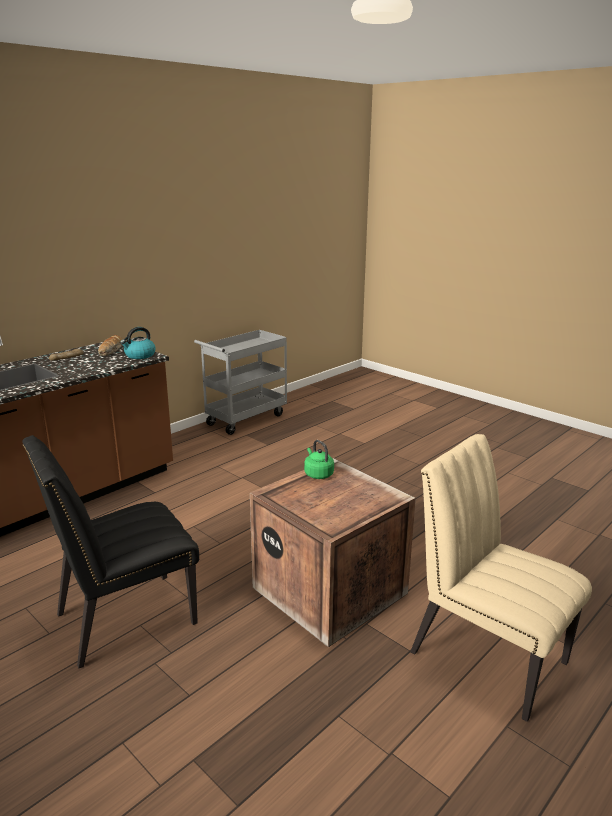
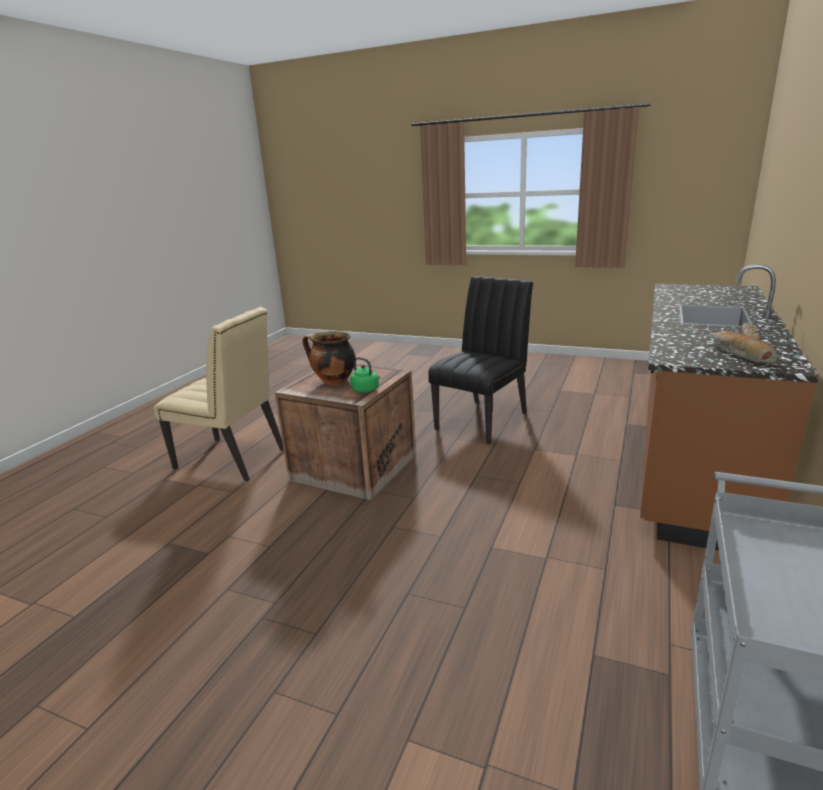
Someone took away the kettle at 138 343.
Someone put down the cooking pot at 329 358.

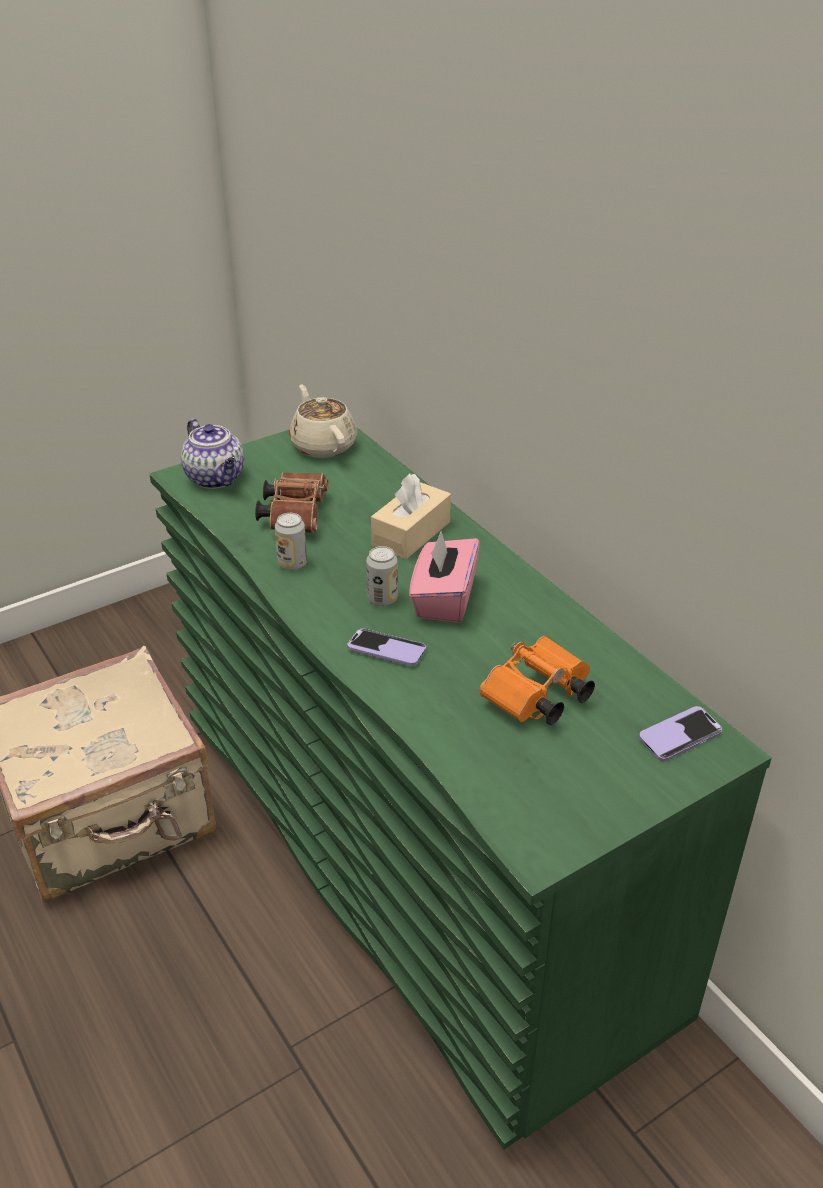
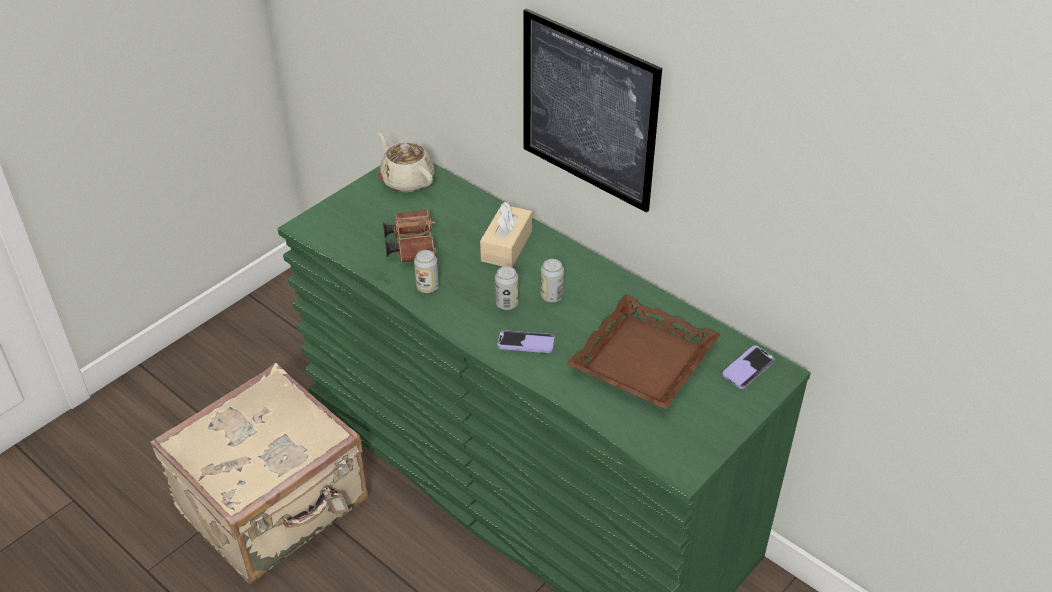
Someone took away the teapot at 212 454.
Someone swapped the pink tissue box at 444 577 for the can at 552 280.
Someone swapped the orange binoculars at 537 680 for the brown tray at 644 352.
Someone put up the picture at 592 110.

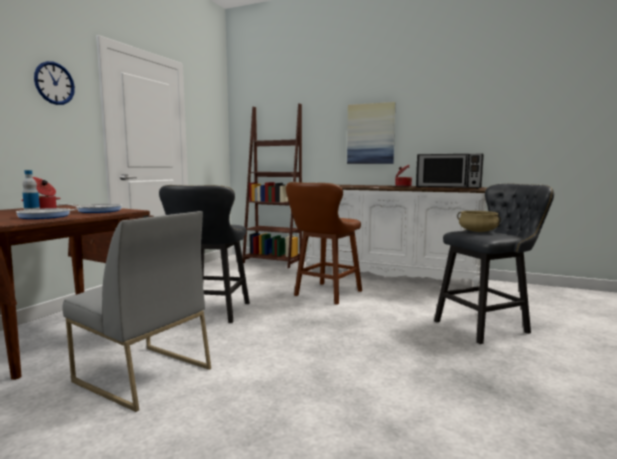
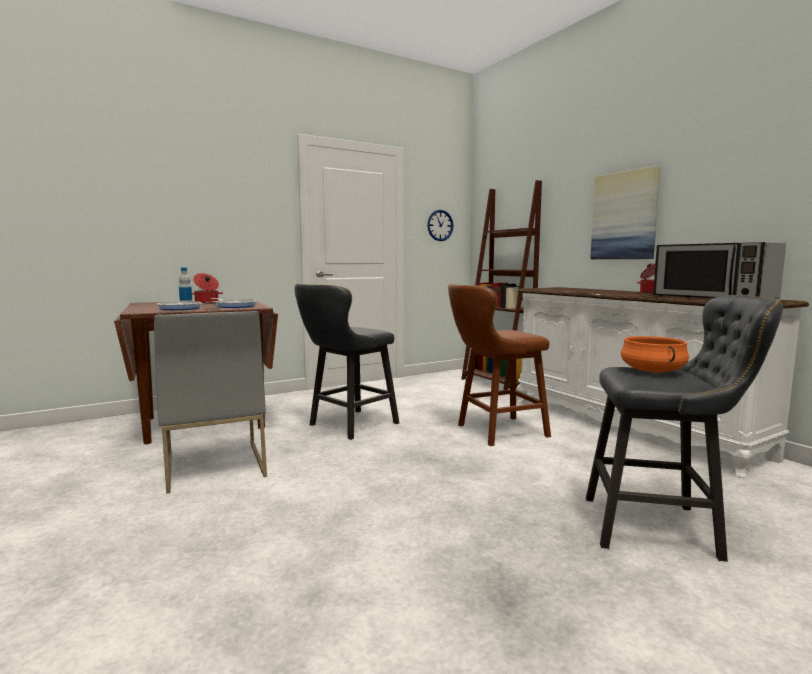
Someone carried the wall clock from 54 83 to 440 225.
Someone repainted the beige cooking pot at 479 221, which became the orange cooking pot at 655 354.

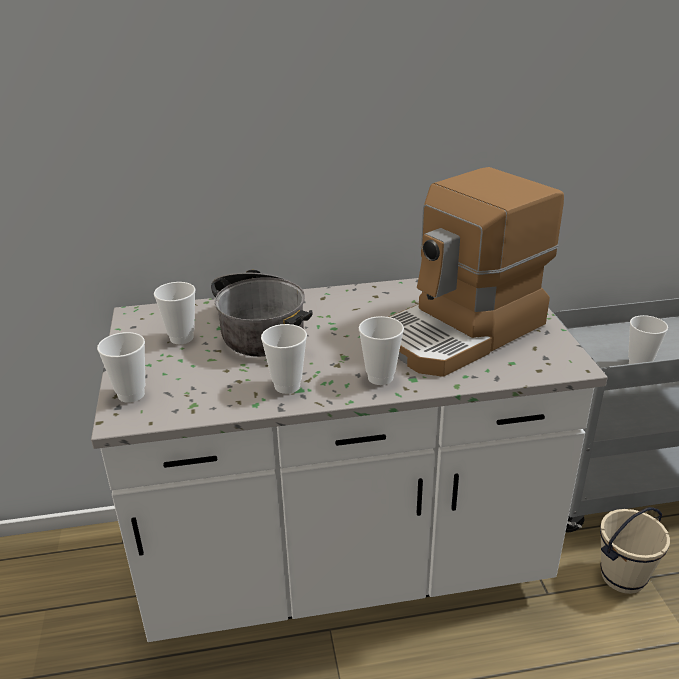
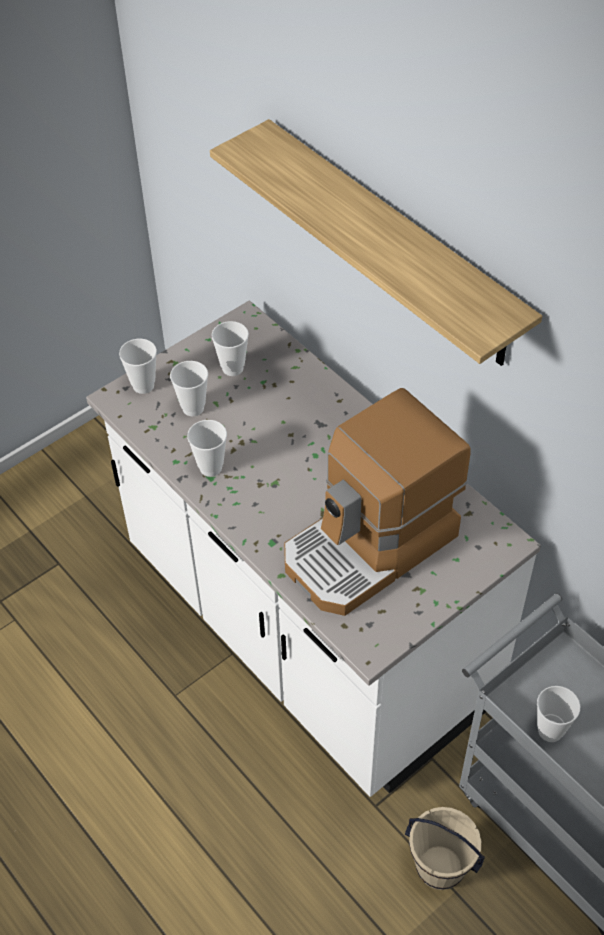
Someone rotated the coffee machine at 476 272 by 60 degrees counterclockwise.
Someone took away the cooking pot at 262 313.
Someone carried the cup from 381 350 to 189 388.
Someone put up the shelf at 376 242.

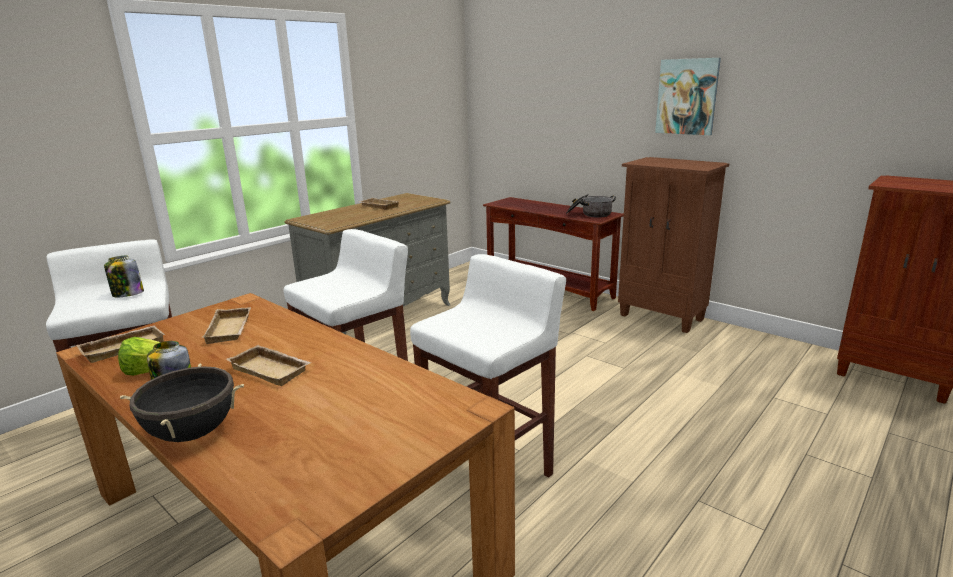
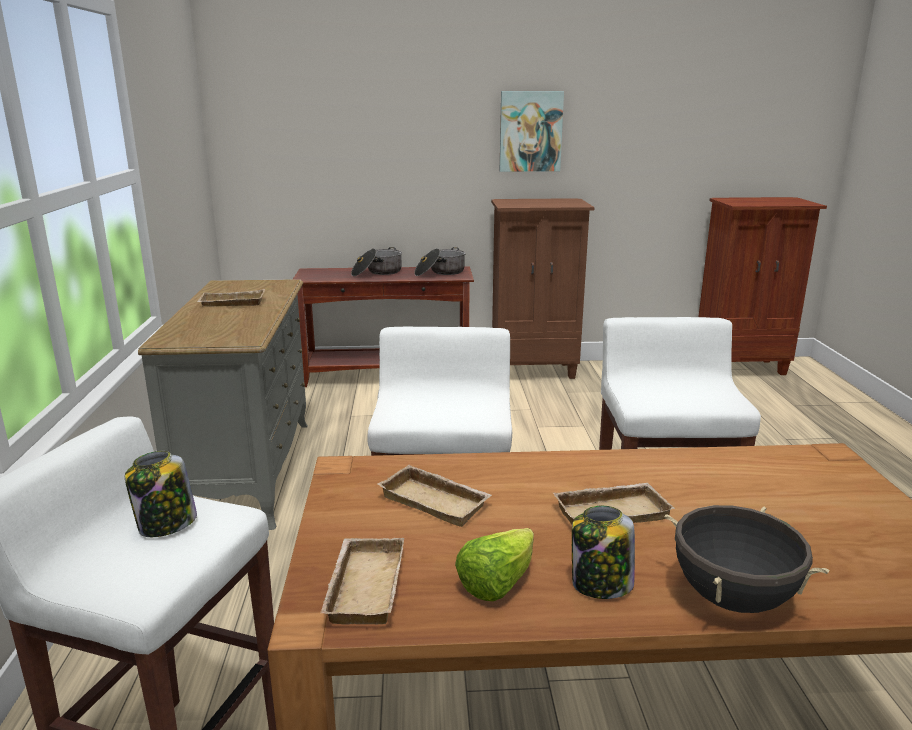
Someone put down the cooking pot at 376 261.

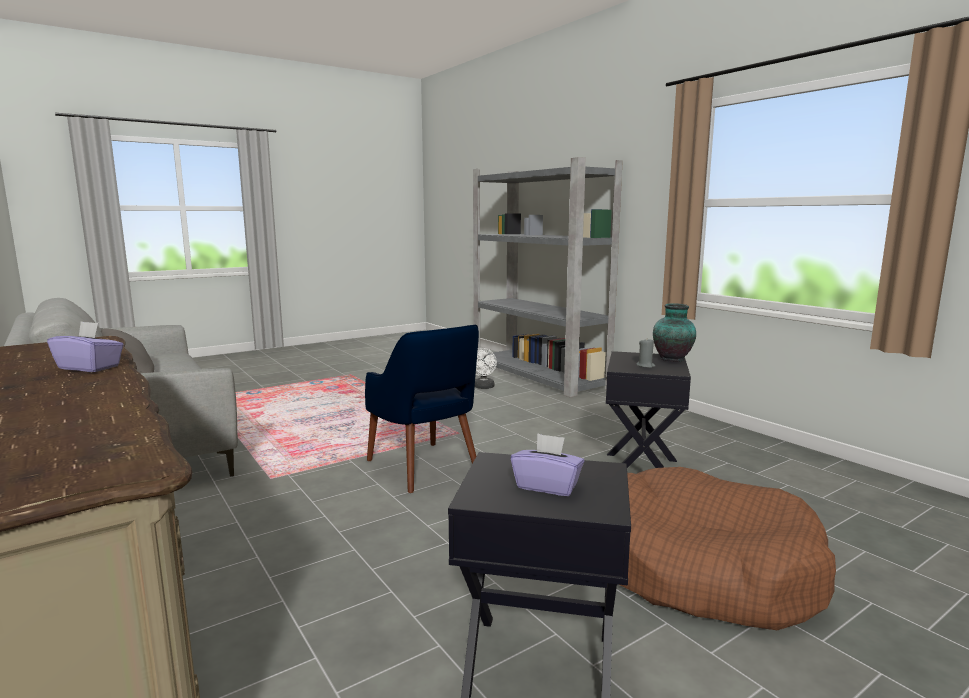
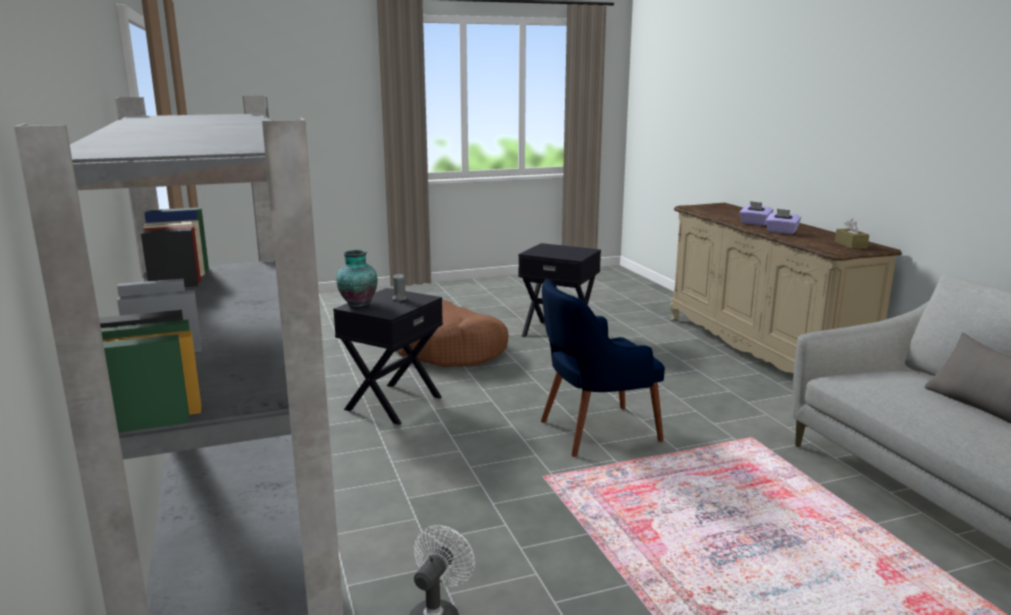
Someone rotated the blue armchair at 422 409 by 90 degrees counterclockwise.
Someone carried the purple tissue box from 547 464 to 756 213.
Someone put down the brown tissue box at 852 234.

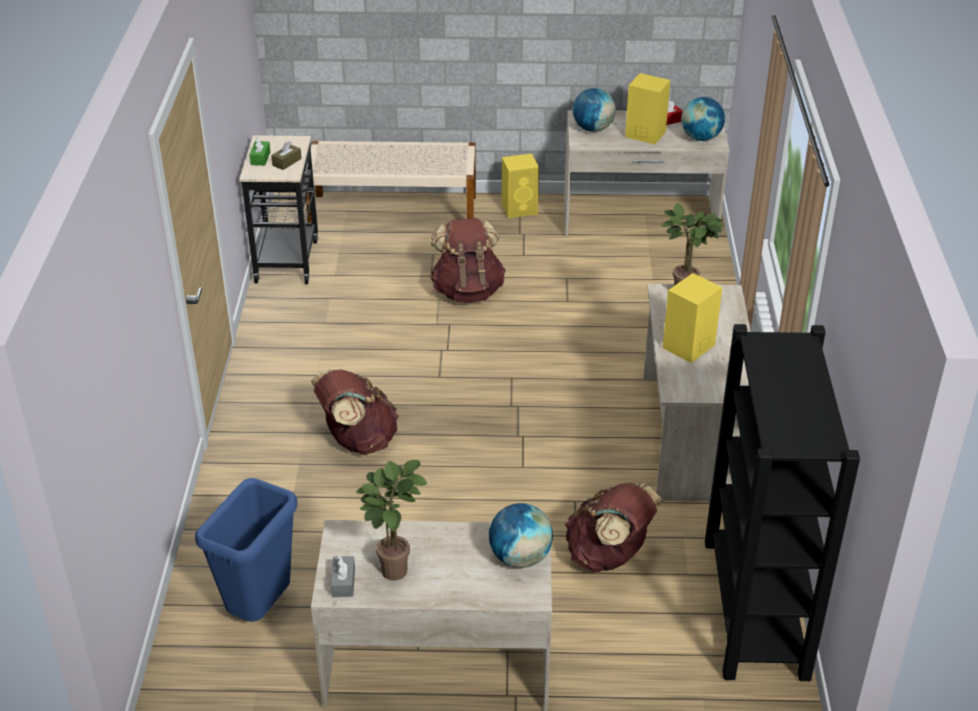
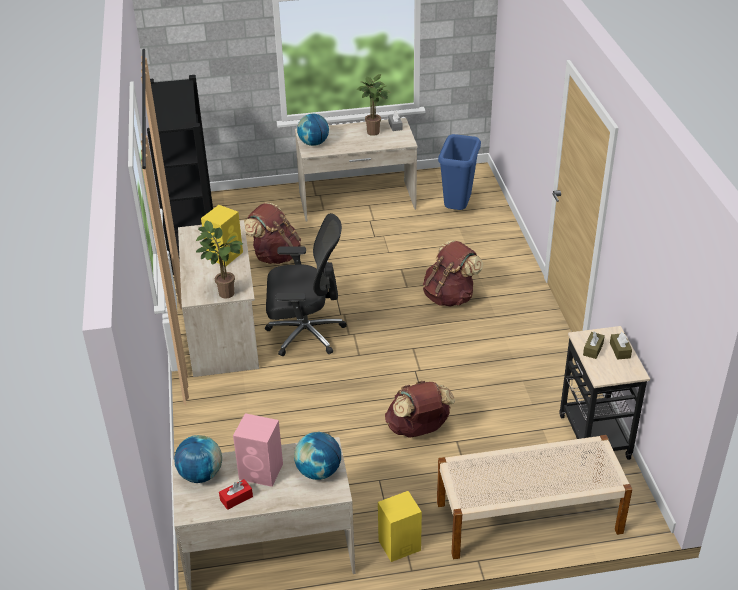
Someone repainted the yellow speaker at 647 108, which became the pink speaker at 258 450.
Someone repainted the green tissue box at 260 152, which became the brown tissue box at 621 346.
Someone put down the office chair at 306 284.

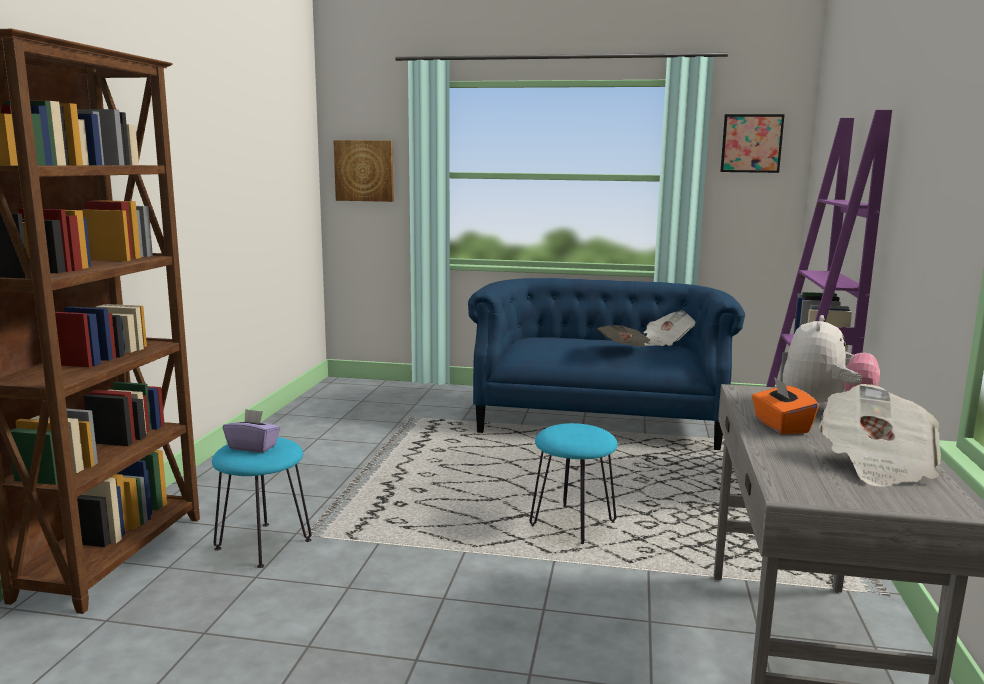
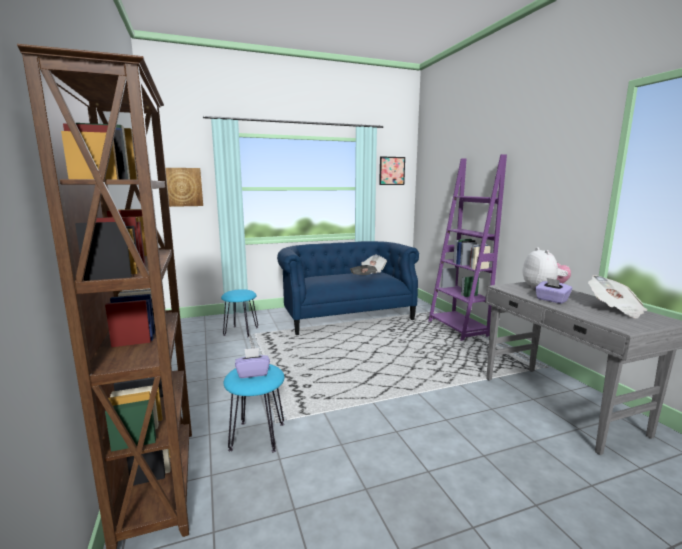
Someone repainted the orange tissue box at 785 405, which became the purple tissue box at 553 291.
Someone carried the turquoise stool from 573 483 to 239 313.

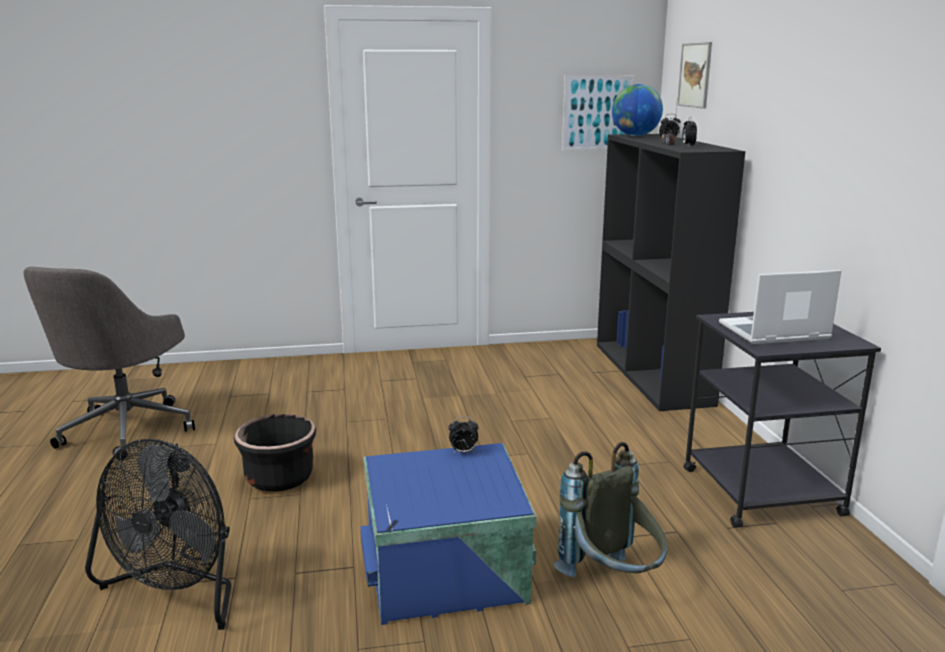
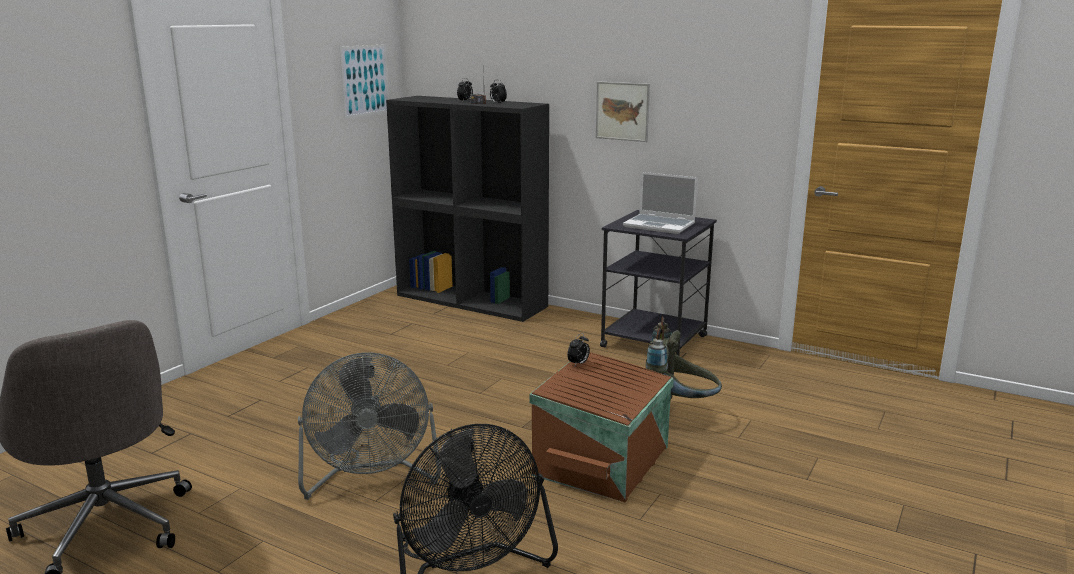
Someone carried the picture from 694 75 to 623 111.
Someone took away the globe at 637 110.
Someone rotated the laptop at 780 307 by 90 degrees counterclockwise.
Someone swapped the black planter at 275 452 for the grey fan at 369 426.
Someone repainted the blue storage box at 448 534, which became the brown storage box at 601 427.

